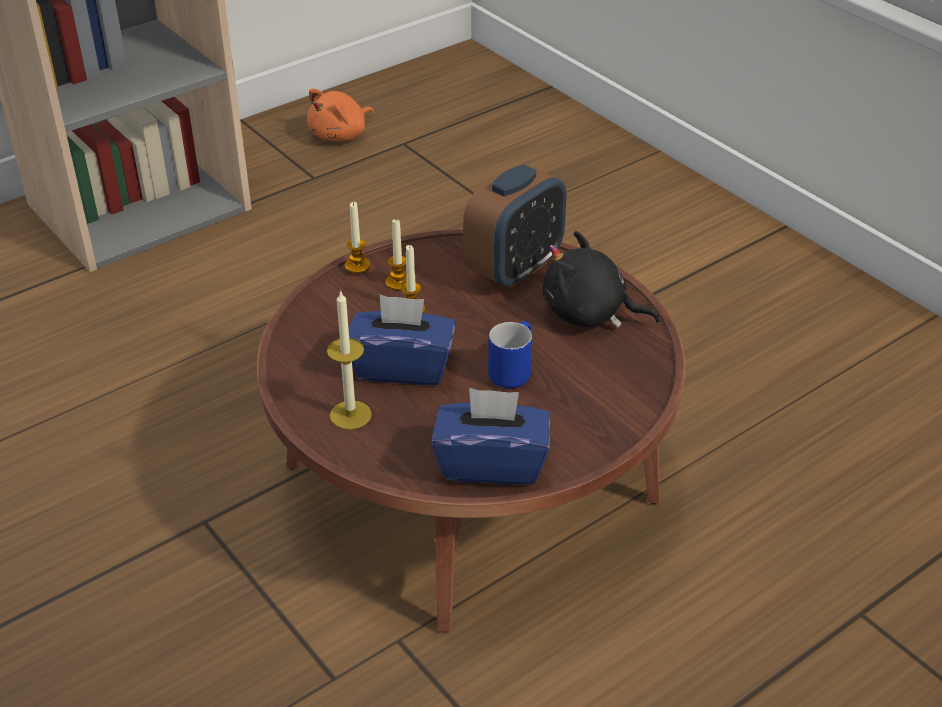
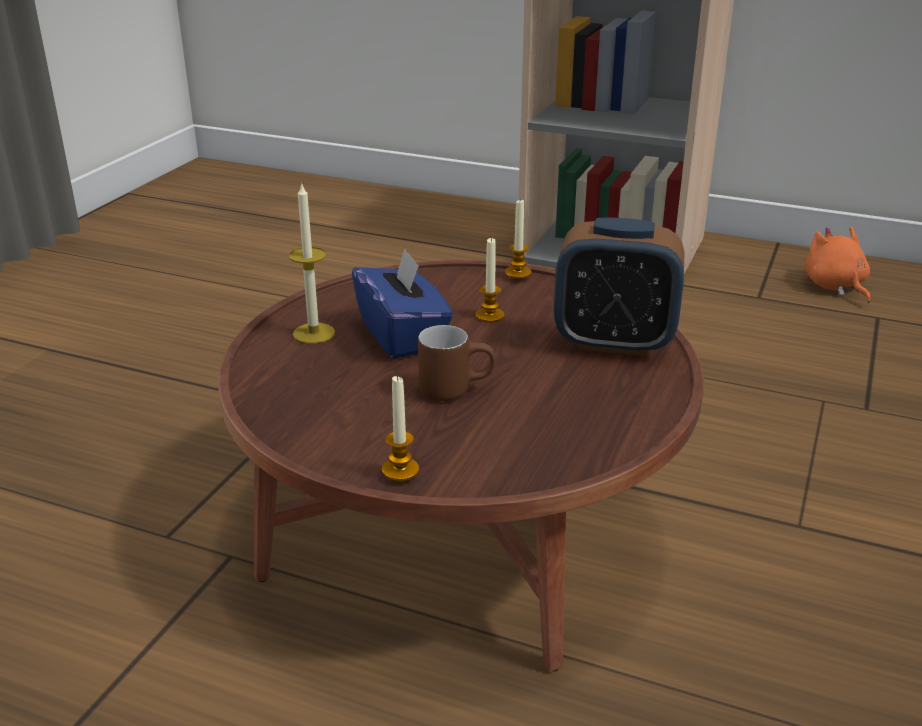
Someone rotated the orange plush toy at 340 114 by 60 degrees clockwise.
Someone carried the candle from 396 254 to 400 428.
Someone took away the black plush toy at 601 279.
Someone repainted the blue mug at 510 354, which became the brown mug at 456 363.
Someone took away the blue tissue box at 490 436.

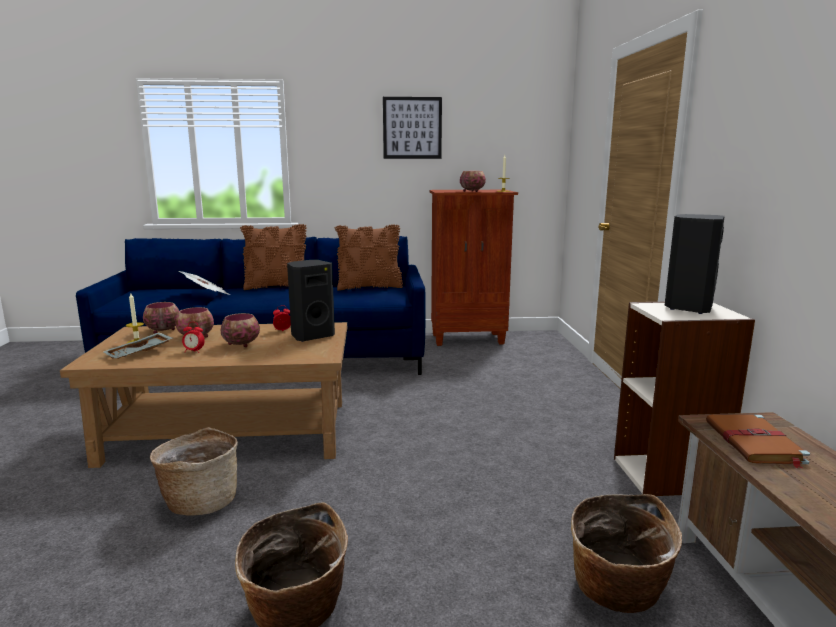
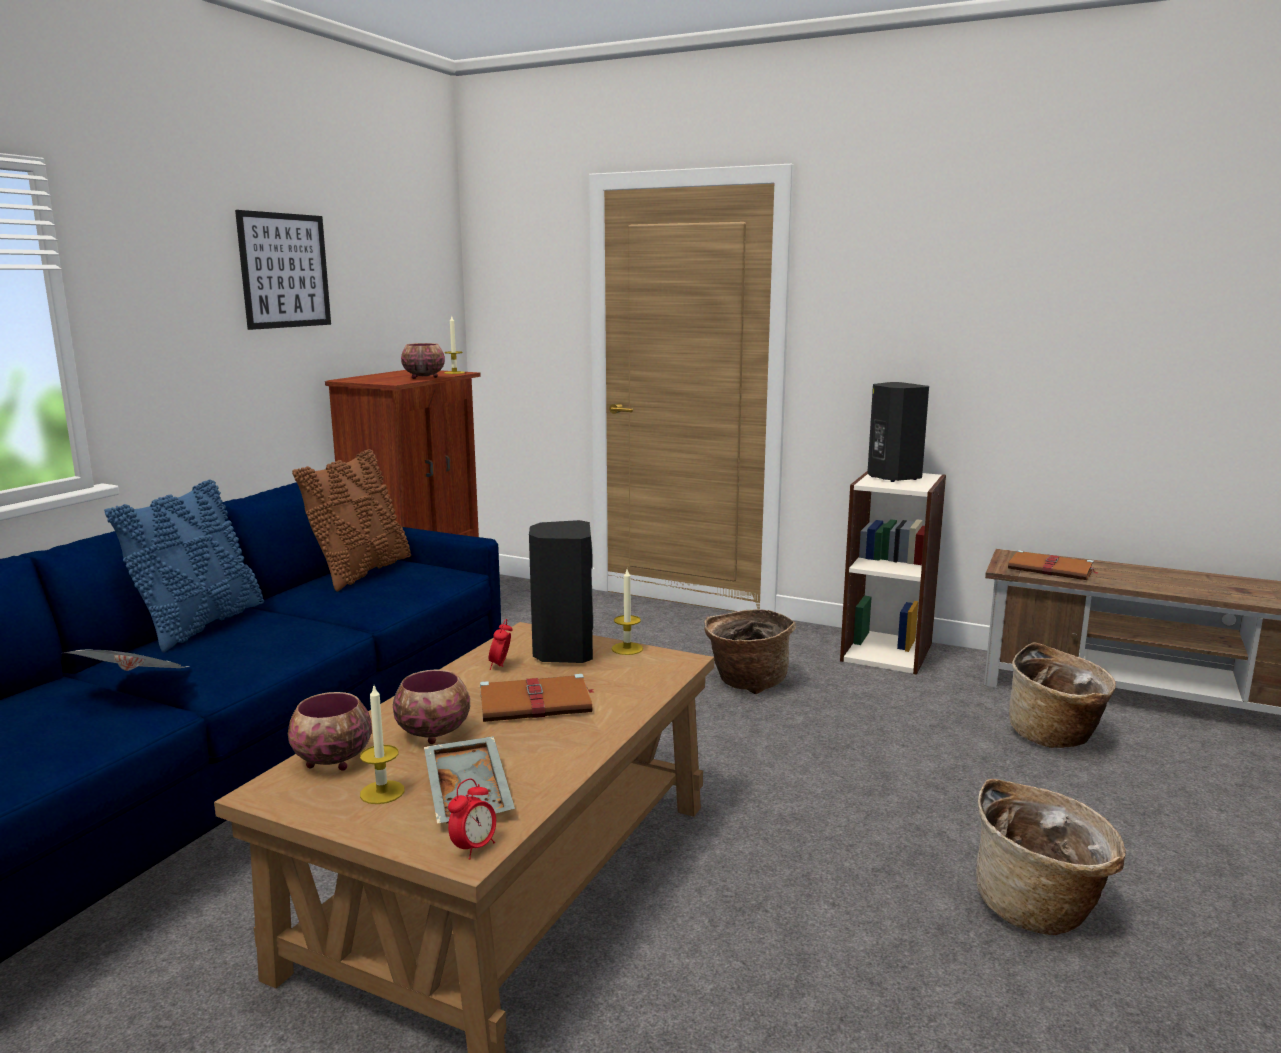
Someone repainted the brown pillow at 273 257, which became the blue pillow at 184 566.
Someone swapped the bowl at 240 330 for the brown book at 537 698.
Someone carried the alarm clock from 193 337 to 472 819.
Someone carried the basket from 194 471 to 750 651.
Someone put down the candle at 627 612.

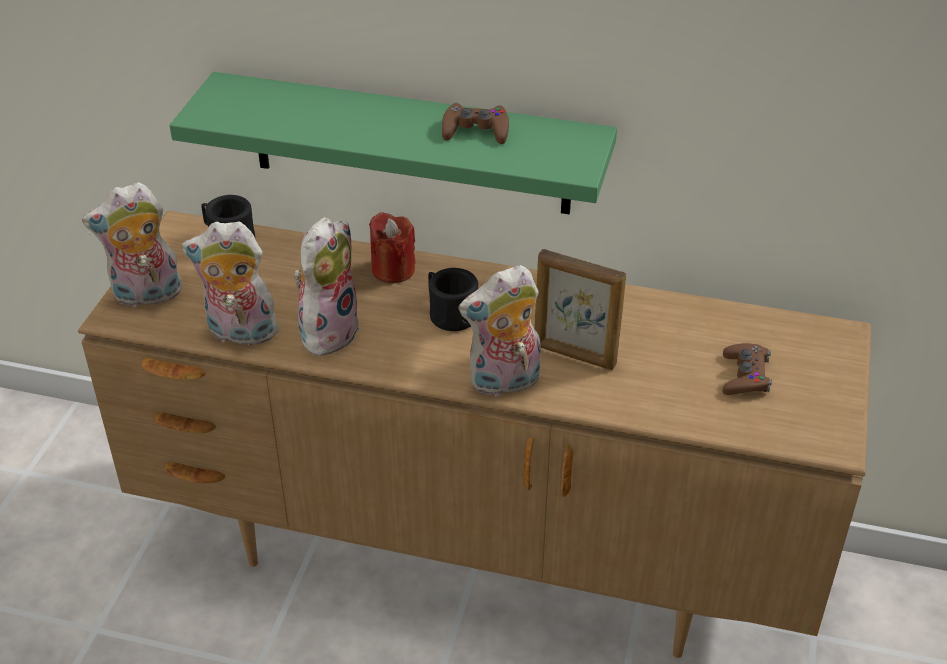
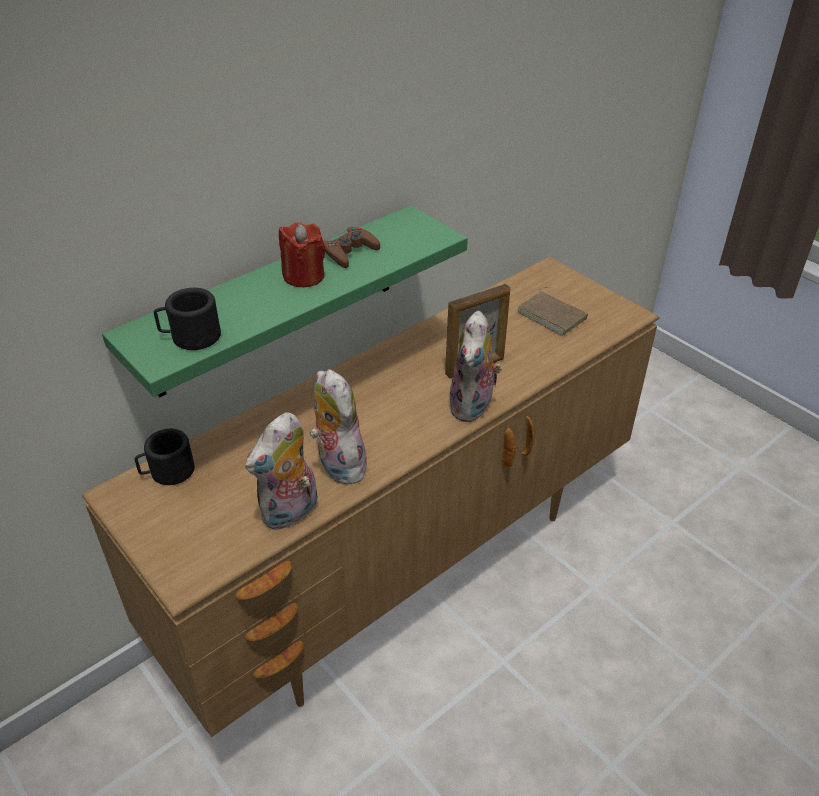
Someone took away the plush toy at 132 244.
Someone carried the red candle from 392 247 to 302 254.
Someone carried the black mug from 453 299 to 187 319.
Someone swapped the brown game controller at 747 369 for the brown book at 552 311.

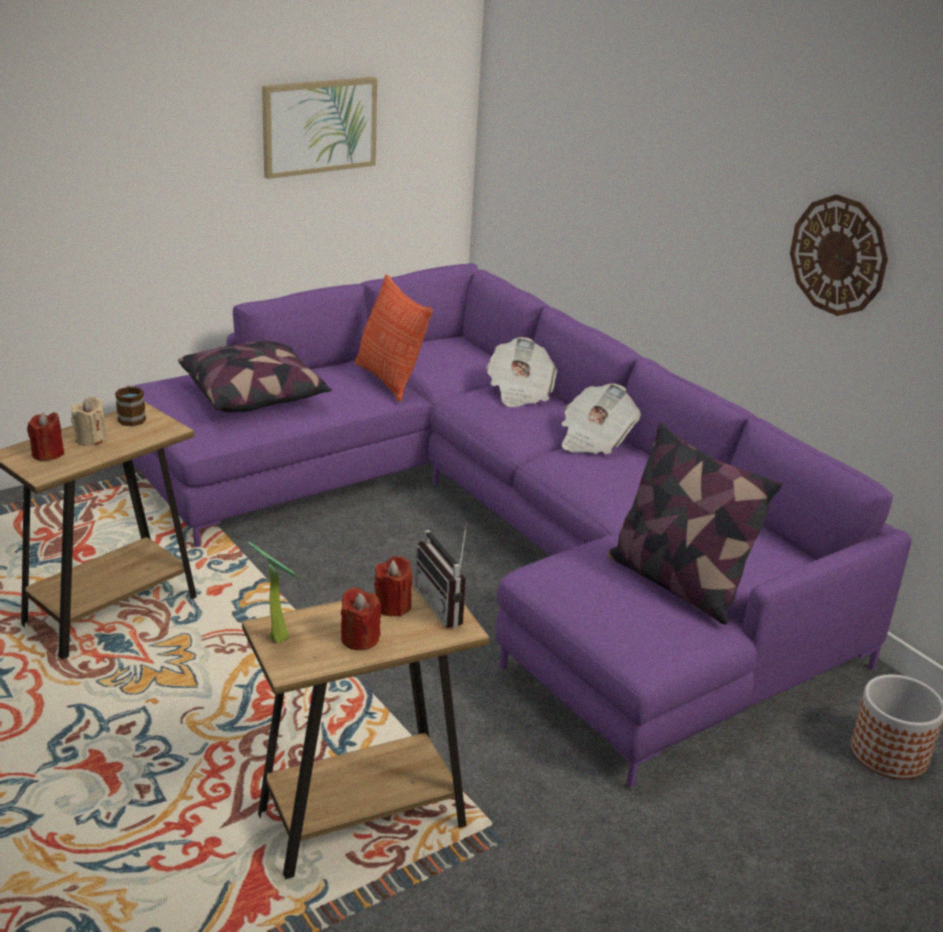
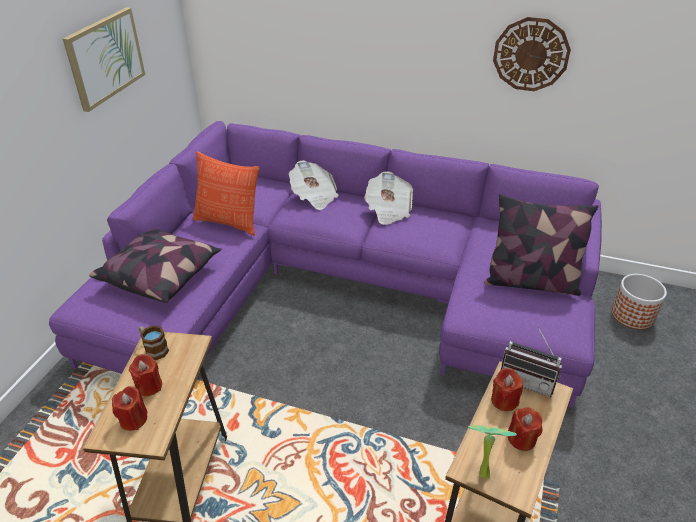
Someone repainted the beige candle at 89 421, which became the red candle at 145 375.

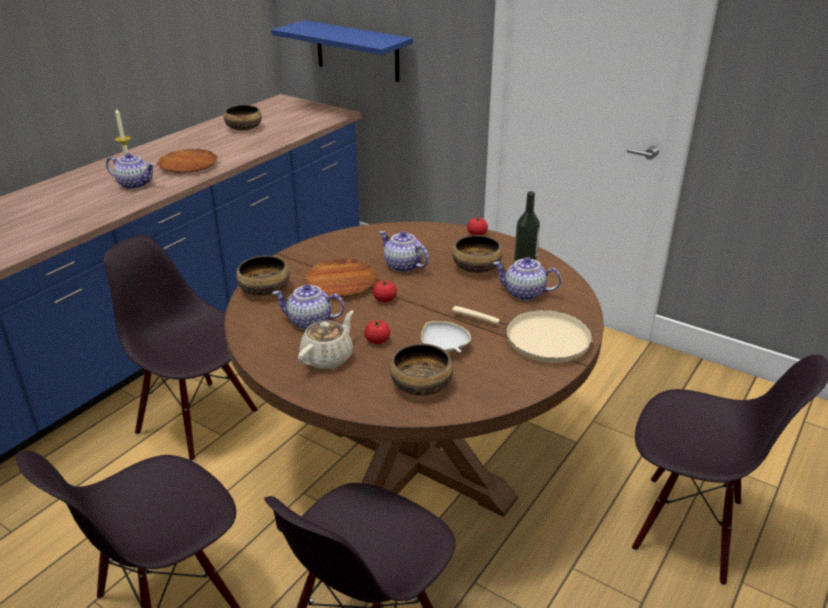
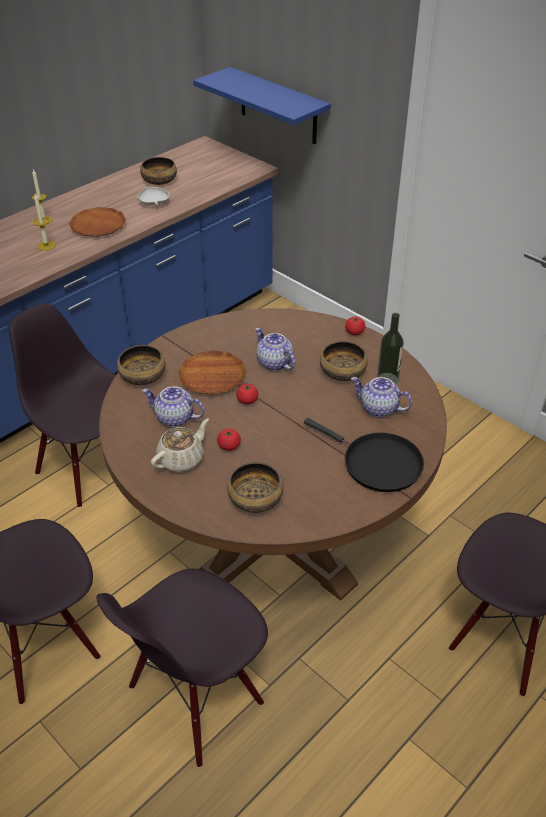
Someone swapped the teapot at 130 171 for the candle at 44 222.
Someone repainted the beige frying pan at 522 334, which became the black frying pan at 364 455.
Someone carried the white bowl from 446 336 to 153 195.

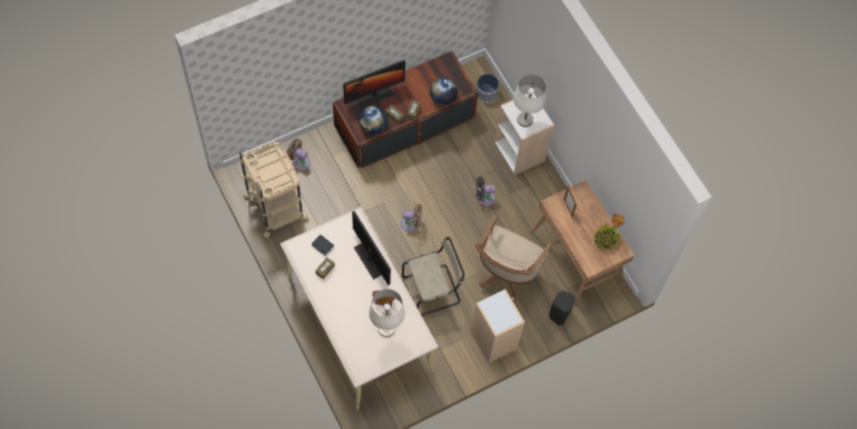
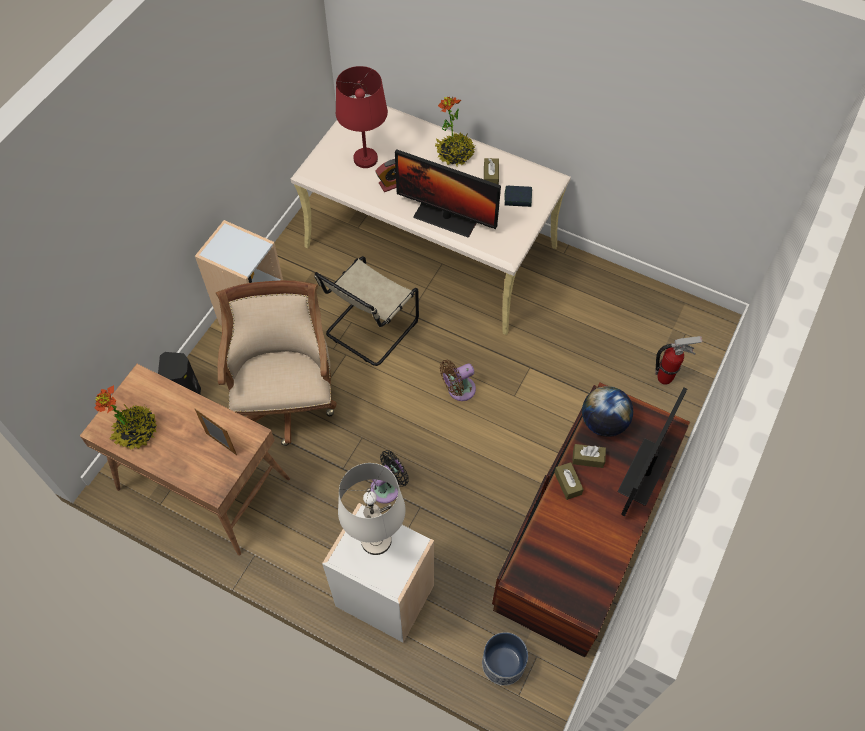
Someone took away the globe at 444 91.
Someone swapped the brown fan at 298 155 for the fire extinguisher at 679 360.
Someone took away the beige cart at 273 189.
Someone repainted the white table lamp at 387 313, which became the red table lamp at 362 117.
Someone put down the potted plant at 455 131.

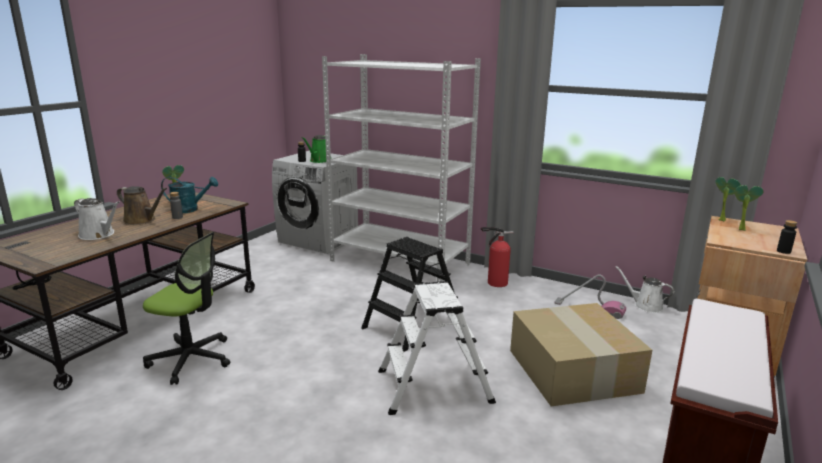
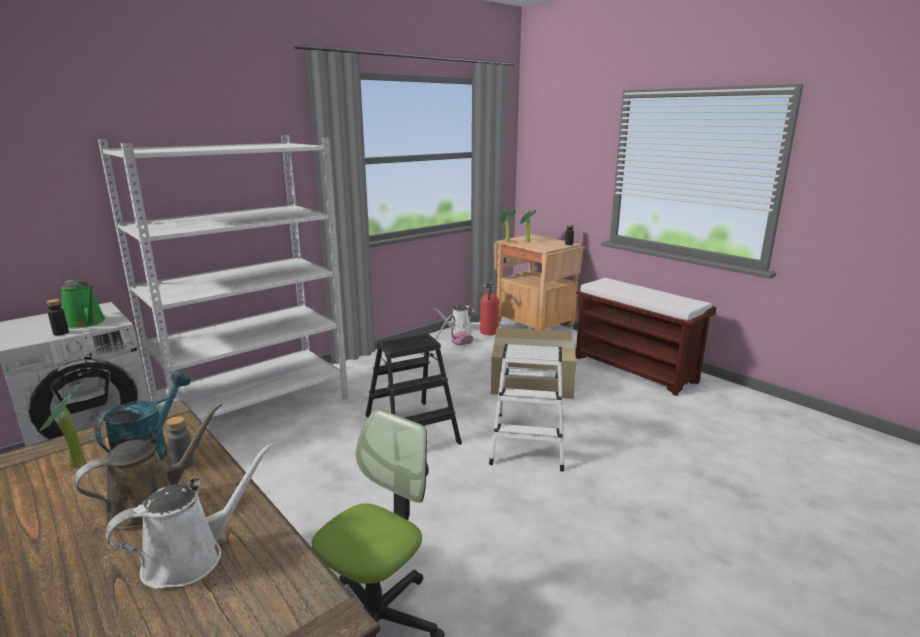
Someone carried the fire extinguisher from 497 257 to 489 308.

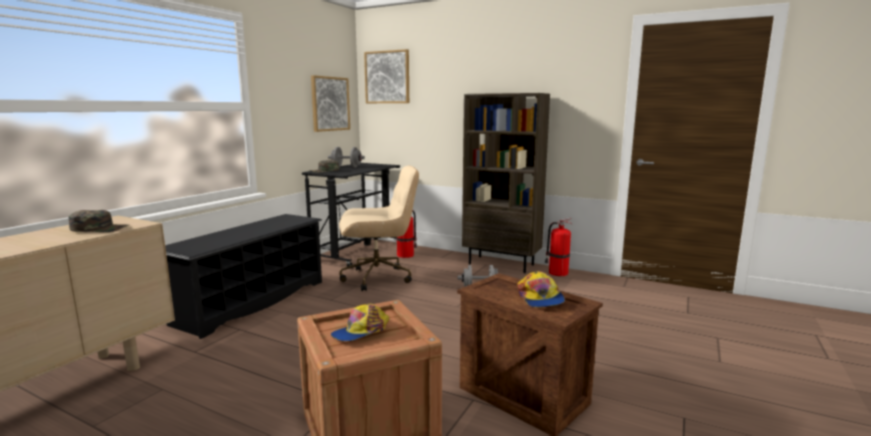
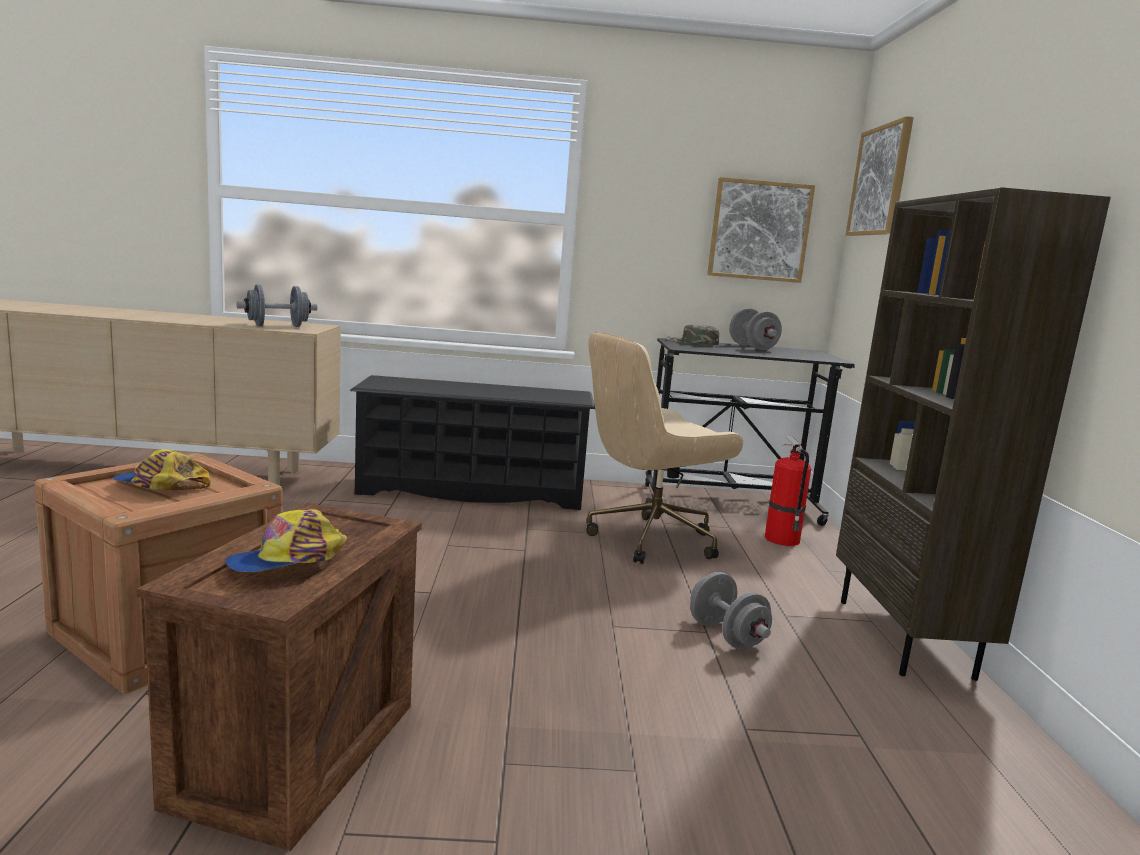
Someone rotated the beige office chair at 379 228 by 105 degrees clockwise.
Someone swapped the green cap at 98 221 for the grey dumbbell at 277 305.
Someone took away the fire extinguisher at 558 247.

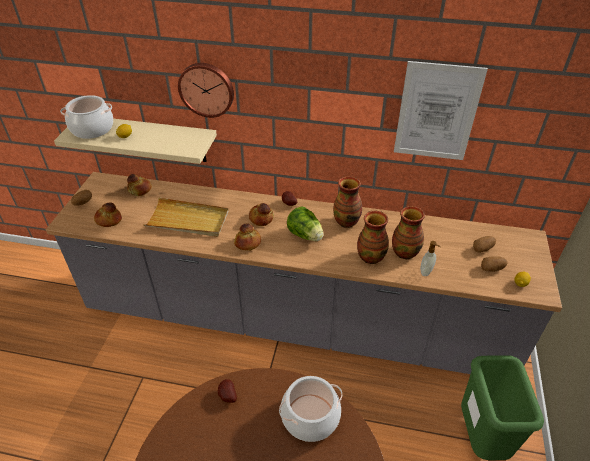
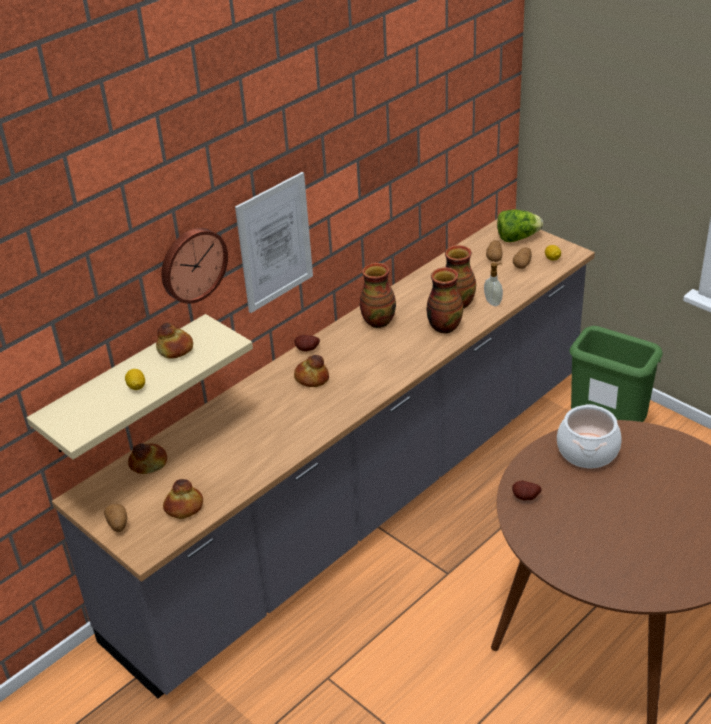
Someone carried the picture from 441 110 to 274 242.
Someone took away the cooking pot at 86 117.
Someone took away the beige tray at 186 217.
Someone carried the lettuce from 305 223 to 520 226.
Someone carried the bread from 247 237 to 174 341.

